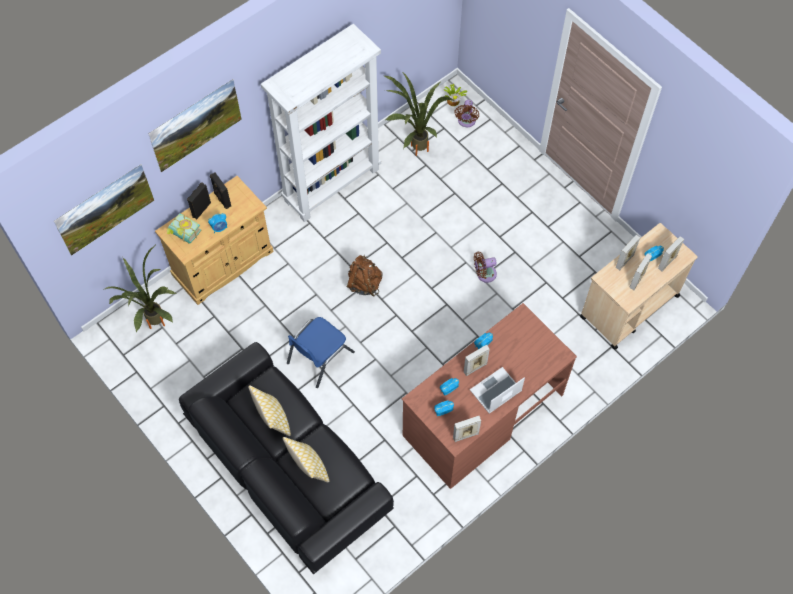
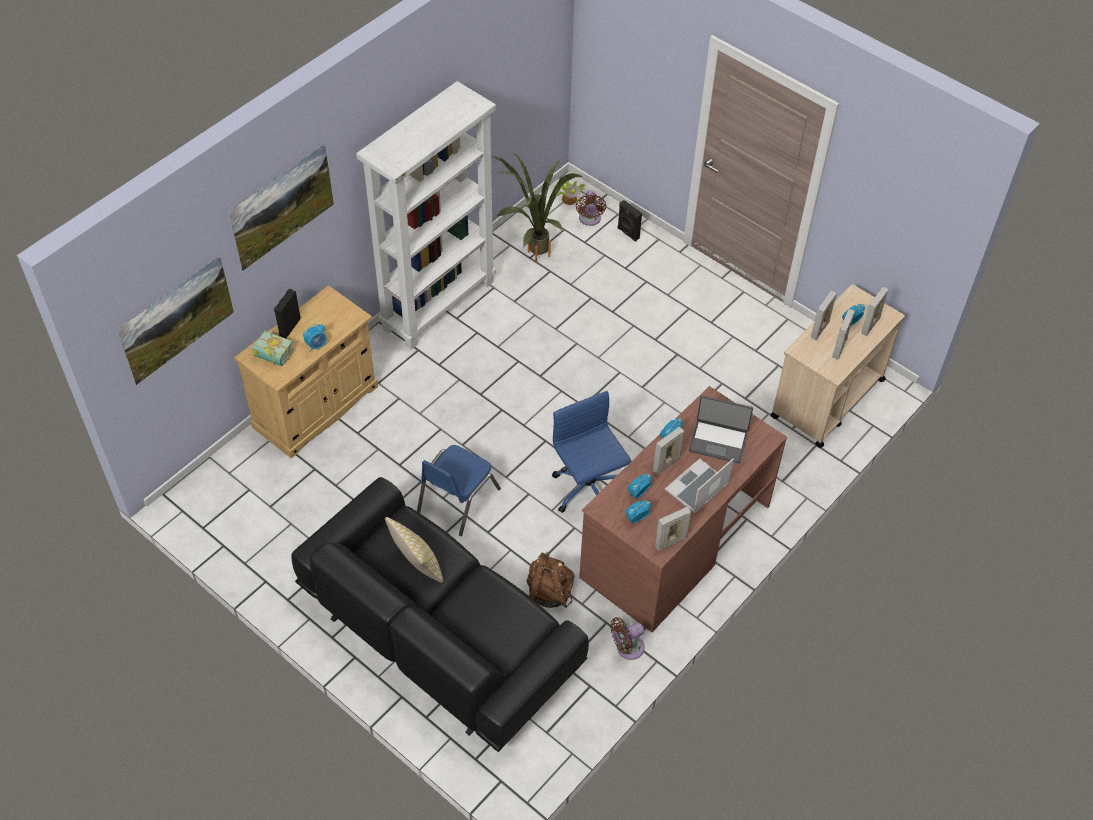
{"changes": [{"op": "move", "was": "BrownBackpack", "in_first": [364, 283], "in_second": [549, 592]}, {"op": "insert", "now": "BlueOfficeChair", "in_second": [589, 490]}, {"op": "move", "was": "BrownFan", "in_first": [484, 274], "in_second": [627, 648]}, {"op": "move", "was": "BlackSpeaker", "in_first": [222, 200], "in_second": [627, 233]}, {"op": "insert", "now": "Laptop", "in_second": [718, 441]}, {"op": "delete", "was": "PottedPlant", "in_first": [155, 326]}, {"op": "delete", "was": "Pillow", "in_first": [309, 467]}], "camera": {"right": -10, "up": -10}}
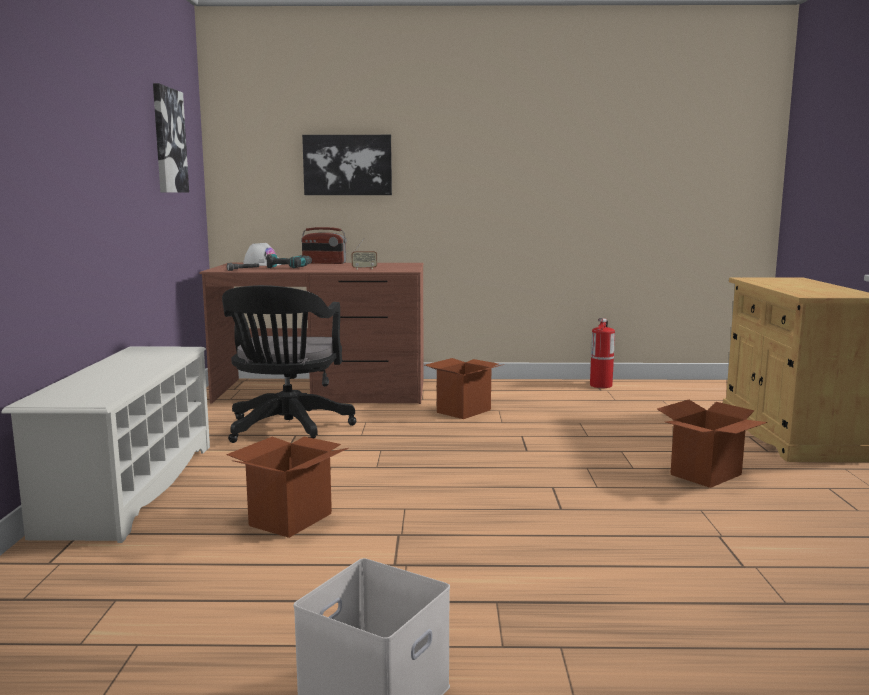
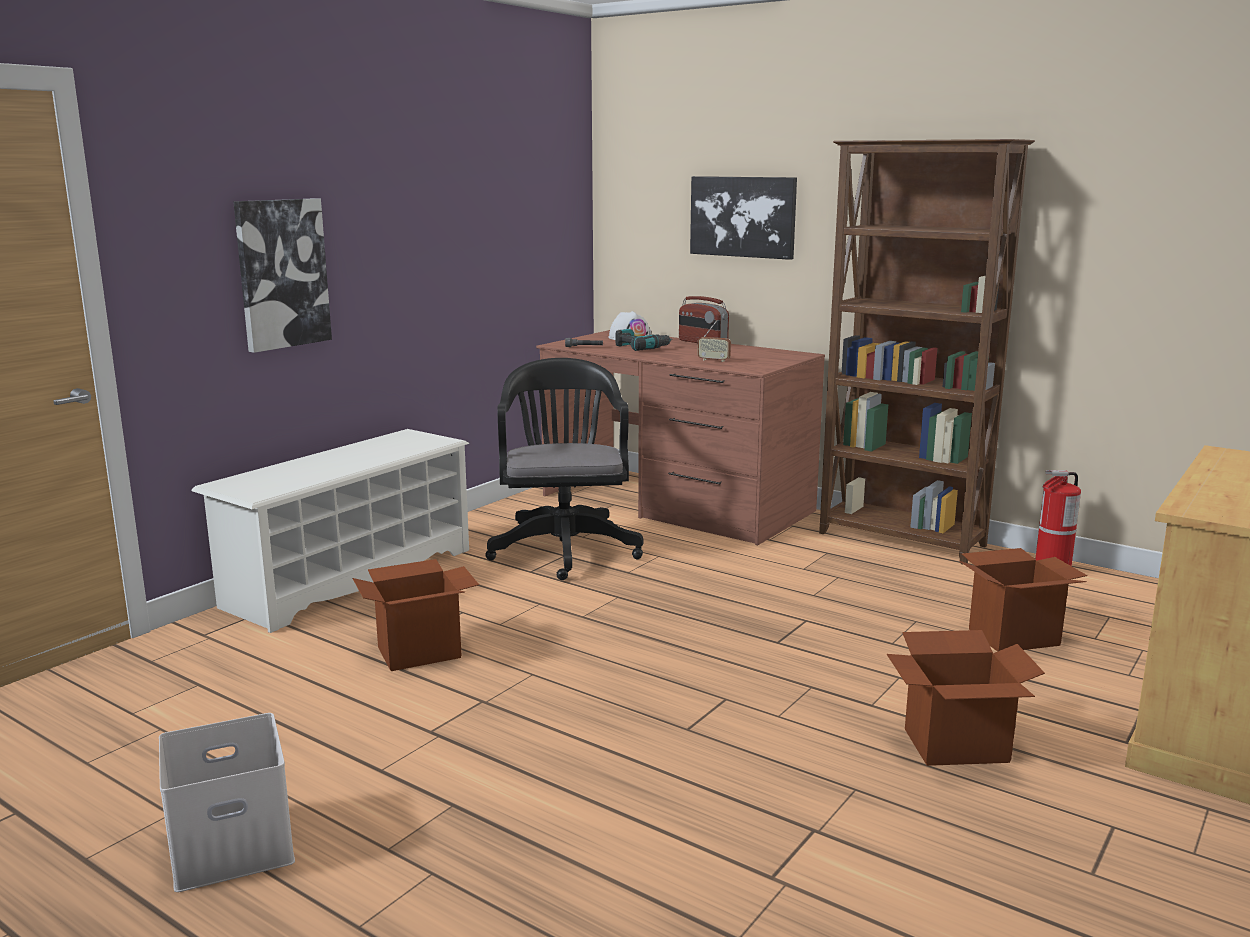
{"changes": [{"op": "move", "was": "Picture", "in_first": [168, 141], "in_second": [282, 273]}, {"op": "rotate", "was": "BlackOfficeChair", "in_first": [287, 430], "in_second": [564, 548], "clockwise": 135}, {"op": "insert", "now": "BrownBookcase", "in_second": [902, 540]}, {"op": "move", "was": "CardboardBox", "in_first": [464, 411], "in_second": [1014, 637]}], "camera": {"right": 35, "up": 5}}
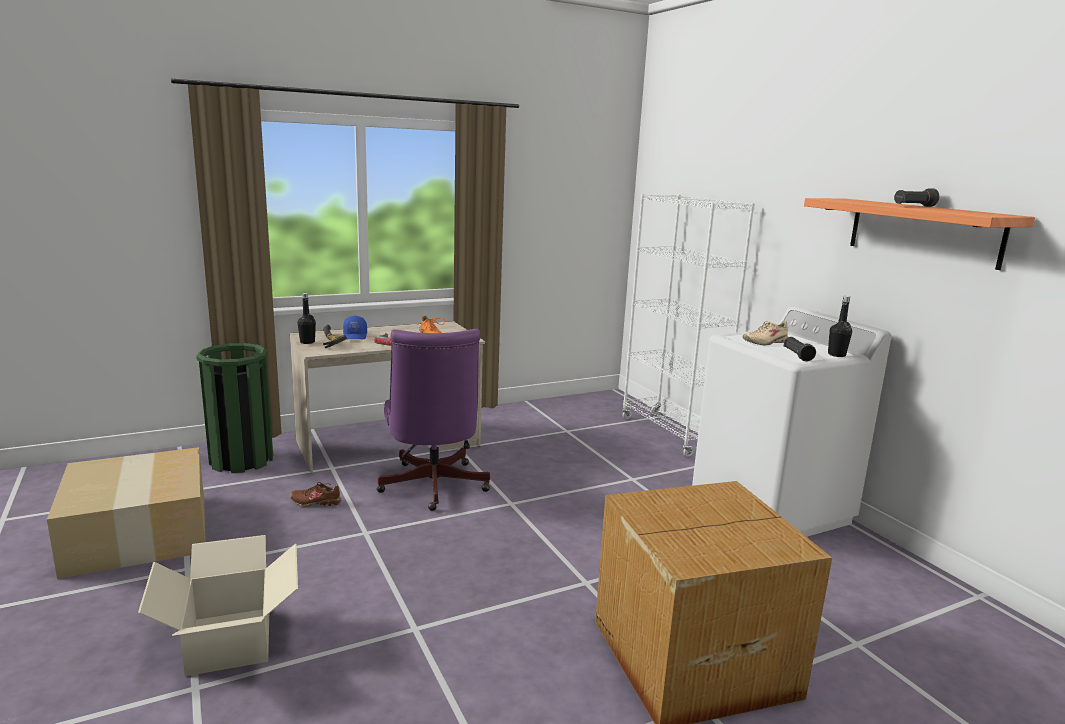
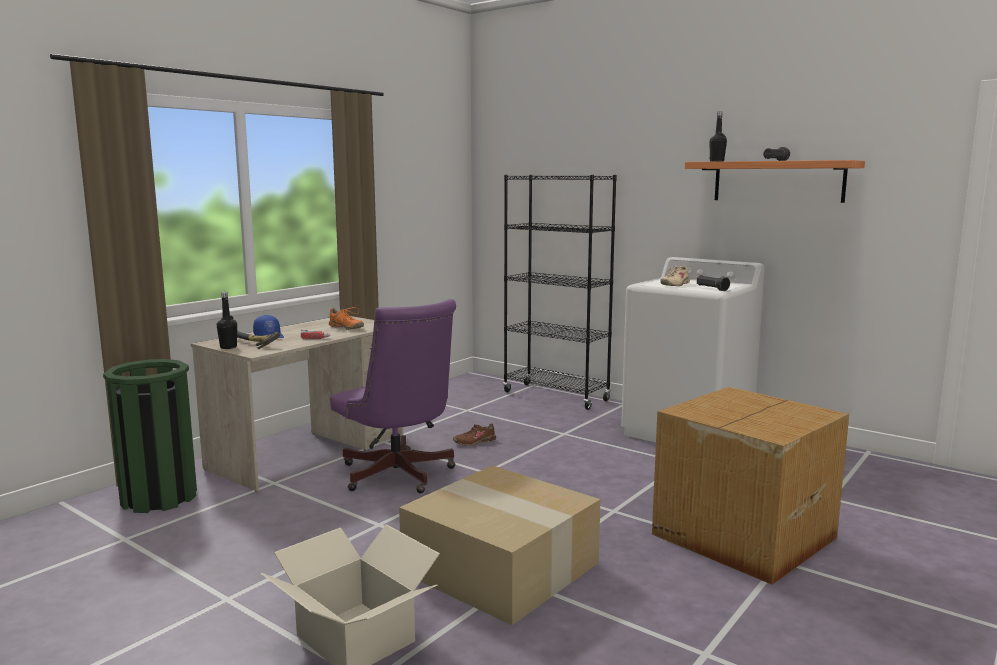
{"changes": [{"op": "move", "was": "CardboardBox", "in_first": [140, 534], "in_second": [504, 567]}, {"op": "move", "was": "BrownShoe", "in_first": [316, 502], "in_second": [474, 442]}, {"op": "recolor", "was": "WhiteBookcase", "now": "BlackBookcase", "in_first": [670, 434], "in_second": [556, 396]}, {"op": "move", "was": "BlackBottle", "in_first": [836, 355], "in_second": [717, 161]}], "camera": {"right": -25, "up": -5}}
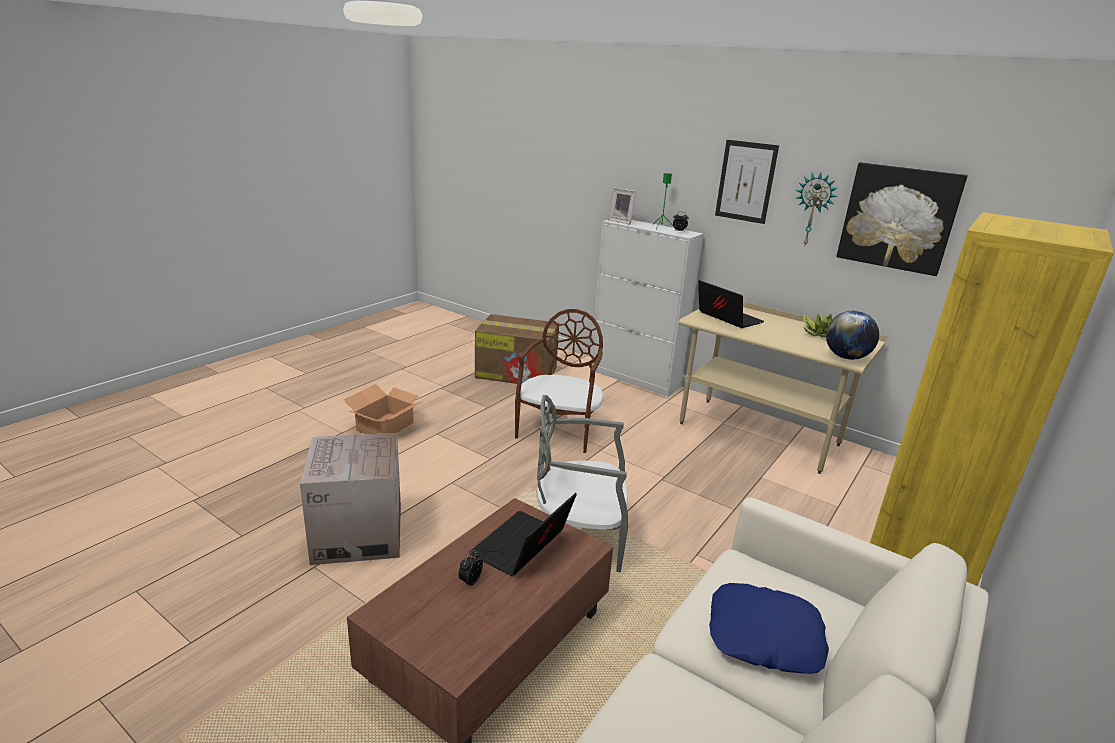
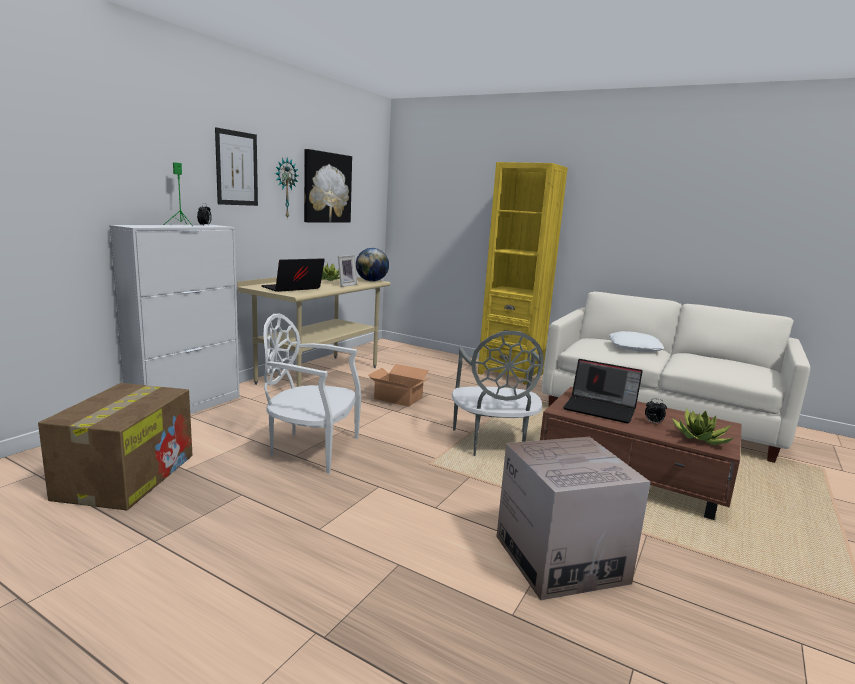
{"changes": [{"op": "recolor", "was": "BrownChair", "now": "WhiteChair", "in_first": [559, 431], "in_second": [311, 449]}, {"op": "move", "was": "PictureFrame", "in_first": [621, 221], "in_second": [345, 285]}, {"op": "move", "was": "CardboardBox", "in_first": [384, 426], "in_second": [398, 398]}, {"op": "recolor", "was": "BluePillow", "now": "WhitePillow", "in_first": [764, 637], "in_second": [634, 348]}, {"op": "insert", "now": "PottedPlant", "in_second": [700, 439]}], "camera": {"right": -95, "up": -10}}
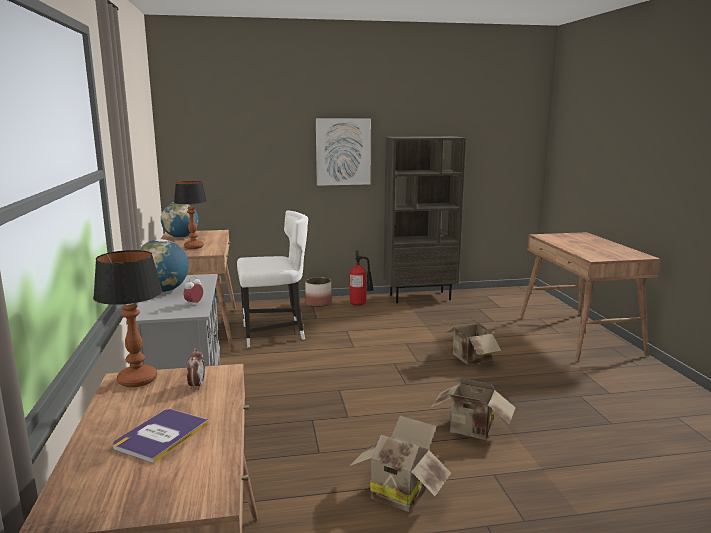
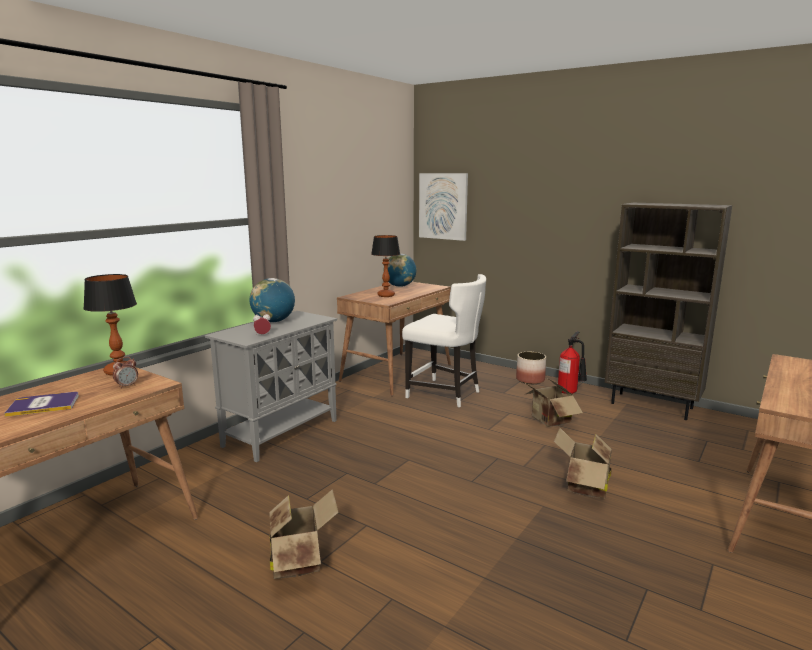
{"changes": [{"op": "move", "was": "Picture", "in_first": [343, 152], "in_second": [443, 206]}, {"op": "move", "was": "CardboardBox", "in_first": [471, 431], "in_second": [549, 421]}], "camera": {"right": 45, "up": 0}}
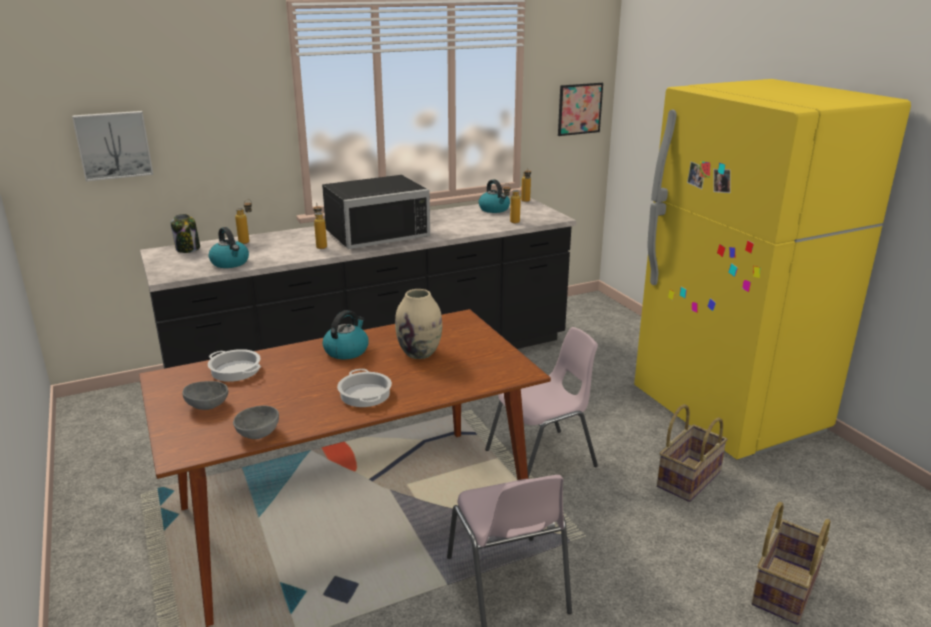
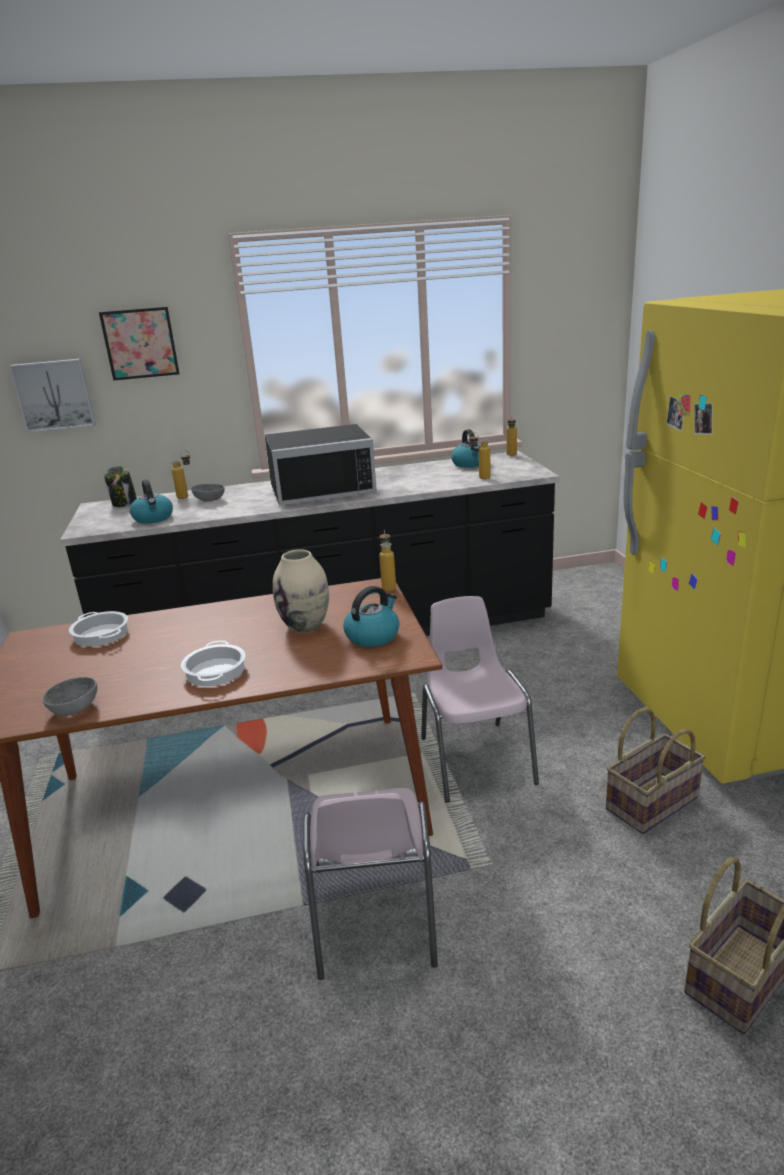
{"changes": [{"op": "move", "was": "Picture", "in_first": [579, 109], "in_second": [140, 343]}, {"op": "move", "was": "GreyBowl", "in_first": [207, 405], "in_second": [210, 500]}, {"op": "move", "was": "Kettle", "in_first": [346, 350], "in_second": [373, 635]}, {"op": "move", "was": "Bottle", "in_first": [321, 246], "in_second": [388, 586]}, {"op": "rotate", "was": "PinkChair", "in_first": [543, 459], "in_second": [475, 759], "clockwise": -90}], "camera": {"right": 15, "up": 0}}
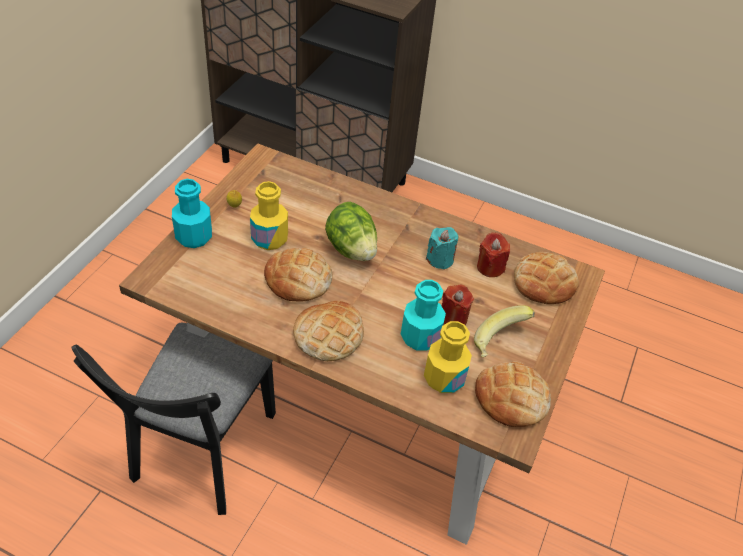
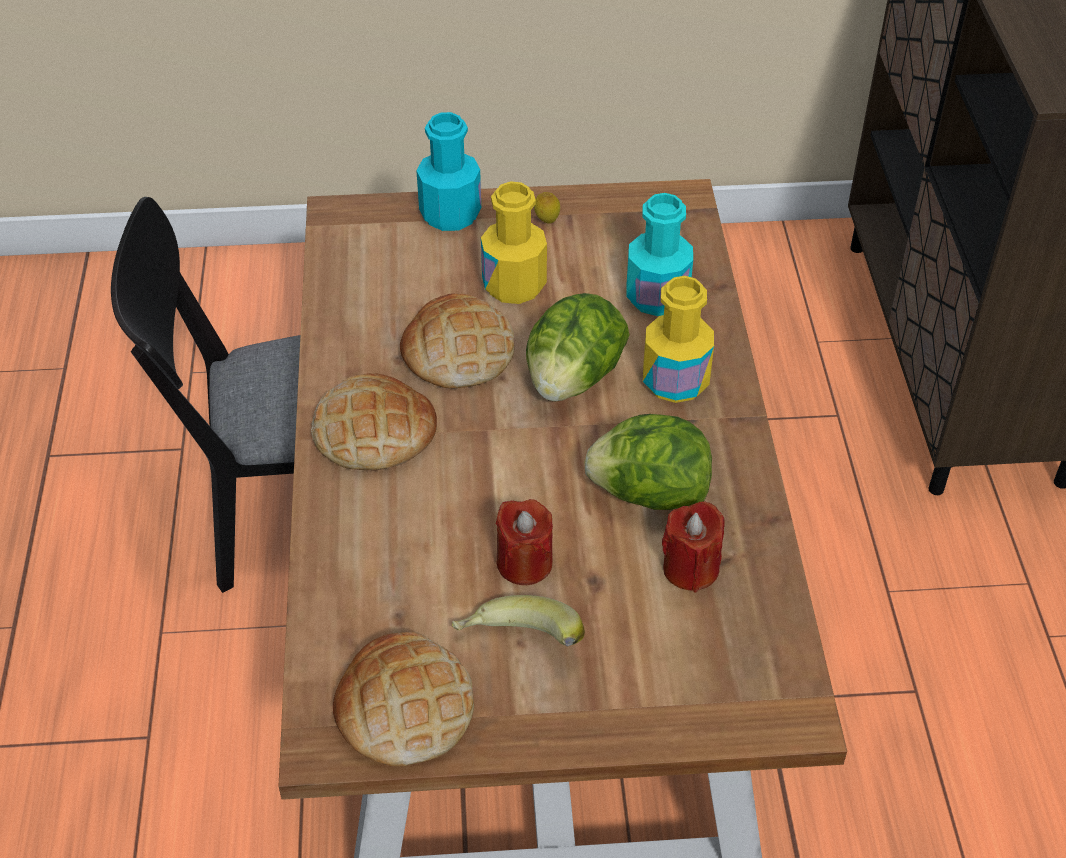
{"changes": [{"op": "replace", "was": "TurquoiseCandle", "now": "Lettuce", "in_first": [440, 259], "in_second": [649, 494]}, {"op": "move", "was": "TurquoiseBottle", "in_first": [420, 337], "in_second": [657, 297]}, {"op": "move", "was": "YellowBottle", "in_first": [444, 378], "in_second": [675, 381]}, {"op": "delete", "was": "Bread", "in_first": [544, 282]}], "camera": {"right": 65, "up": 0}}
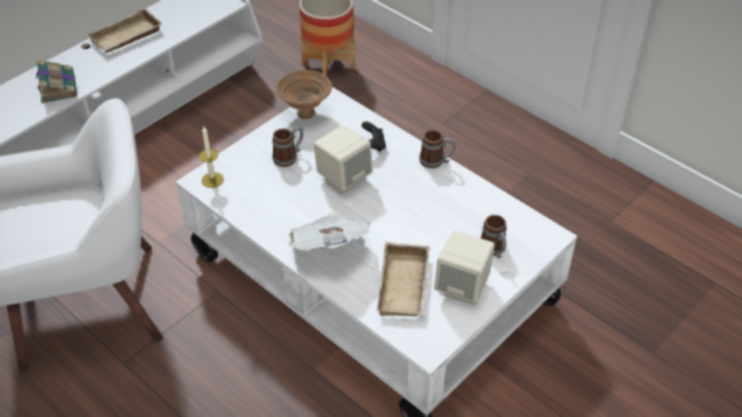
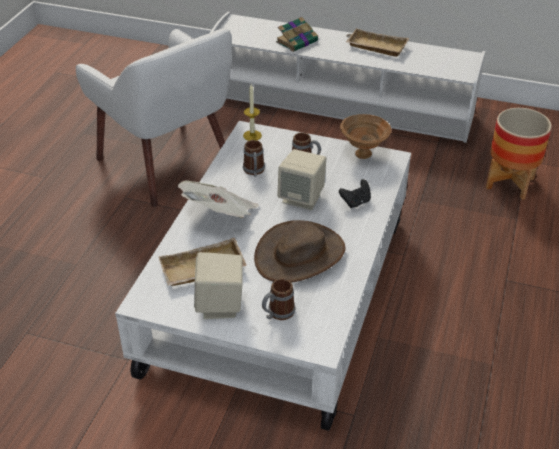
{"changes": [{"op": "move", "was": "Mug", "in_first": [436, 161], "in_second": [254, 171]}, {"op": "insert", "now": "BrownHat", "in_second": [299, 254]}], "camera": {"right": 65, "up": -5}}
